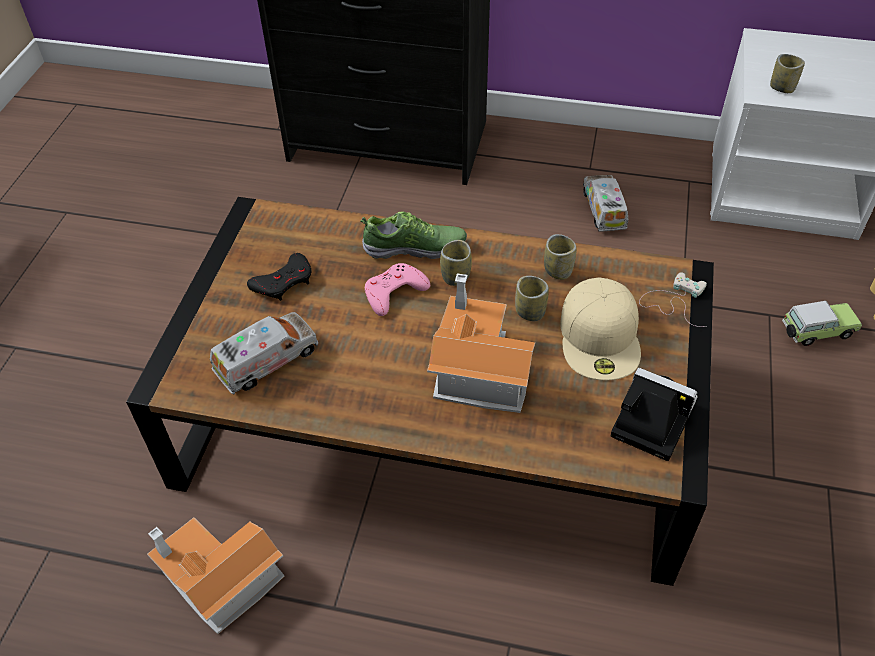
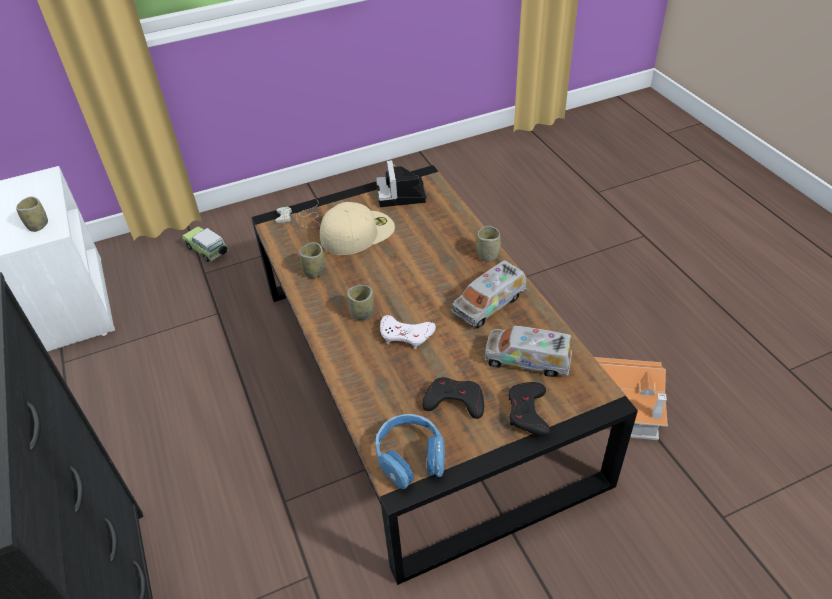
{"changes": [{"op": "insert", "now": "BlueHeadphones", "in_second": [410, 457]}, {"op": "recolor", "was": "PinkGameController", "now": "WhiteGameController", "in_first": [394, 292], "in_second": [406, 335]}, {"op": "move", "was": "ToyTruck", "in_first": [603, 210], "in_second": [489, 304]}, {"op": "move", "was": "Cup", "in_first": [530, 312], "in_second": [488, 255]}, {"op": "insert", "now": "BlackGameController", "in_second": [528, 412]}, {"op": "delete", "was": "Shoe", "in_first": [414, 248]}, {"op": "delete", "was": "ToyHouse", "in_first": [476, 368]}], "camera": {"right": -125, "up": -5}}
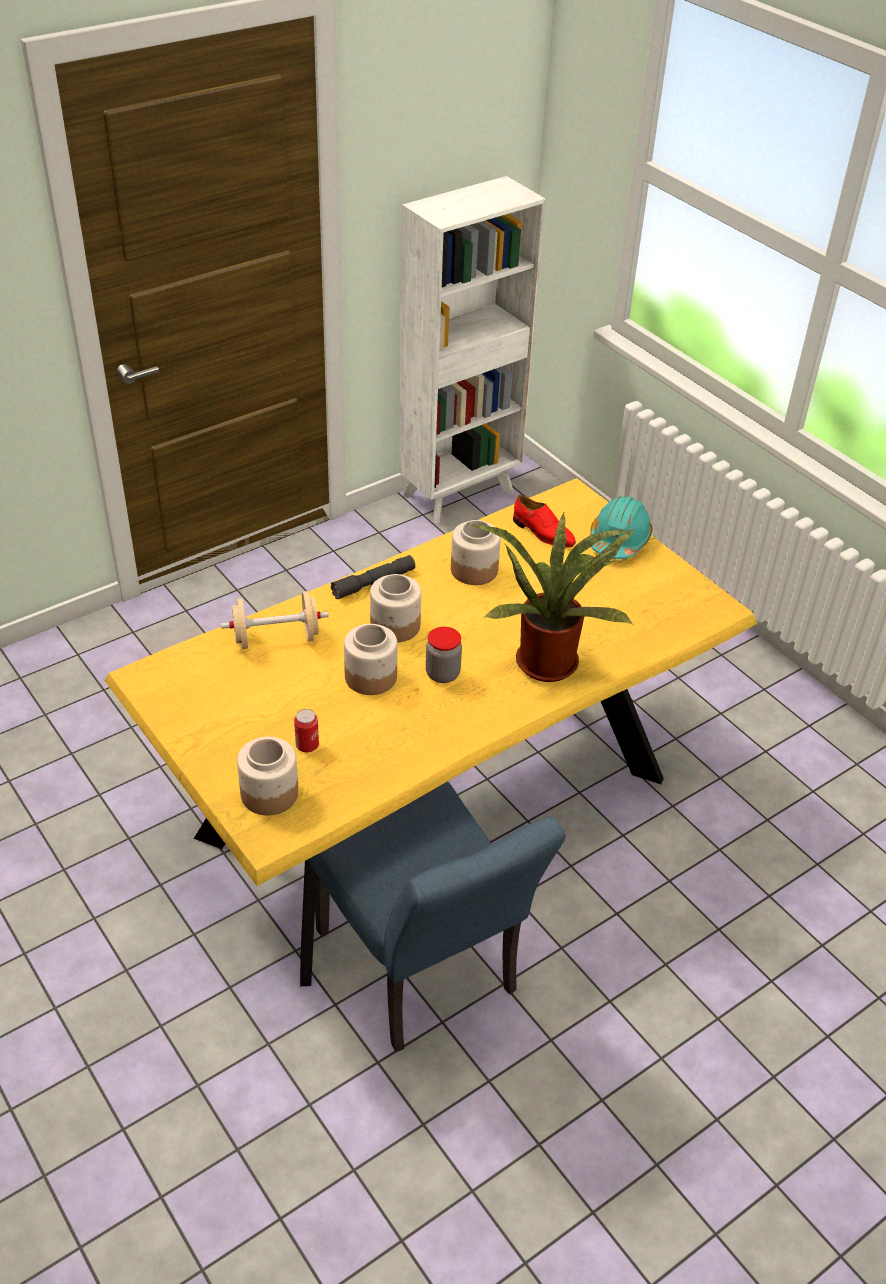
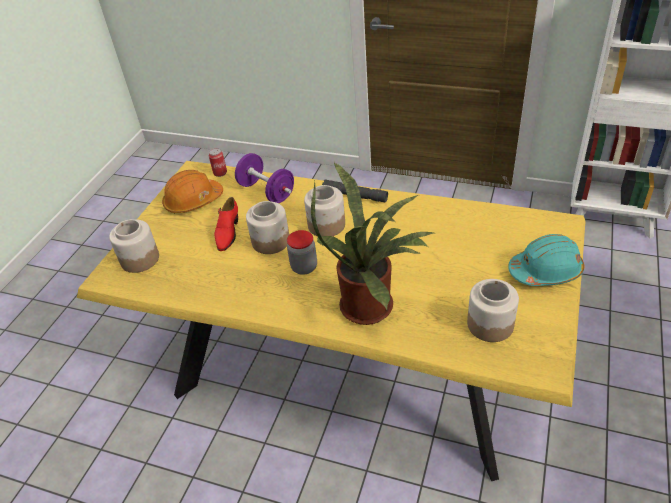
{"changes": [{"op": "insert", "now": "OrangeHardHat", "in_second": [193, 201]}, {"op": "move", "was": "Can", "in_first": [307, 745], "in_second": [220, 173]}, {"op": "move", "was": "RedShoe", "in_first": [543, 533], "in_second": [227, 232]}, {"op": "recolor", "was": "BeigeDumbbell", "now": "PurpleDumbbell", "in_first": [276, 638], "in_second": [266, 192]}, {"op": "move", "was": "Jar", "in_first": [473, 570], "in_second": [490, 324]}, {"op": "delete", "was": "BlueChair", "in_first": [423, 972]}], "camera": {"right": 60, "up": 0}}
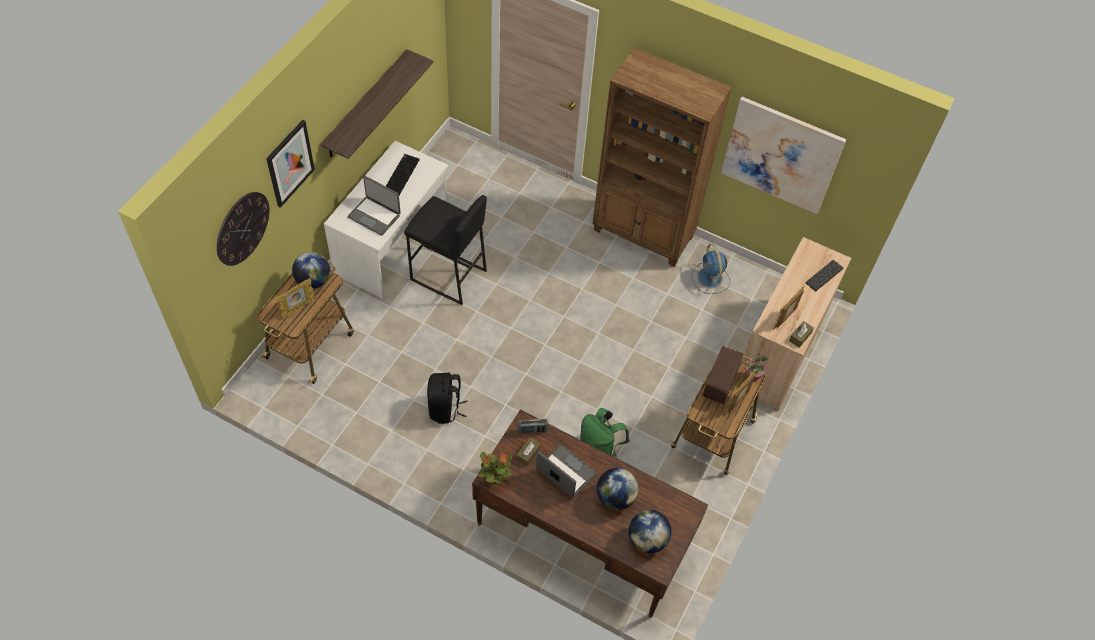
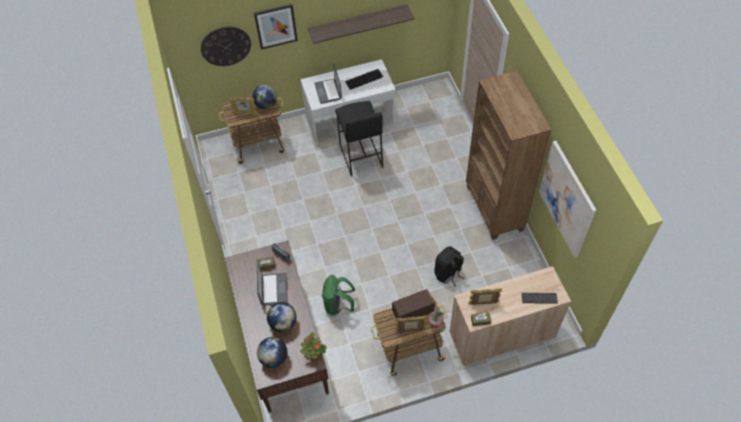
{"changes": [{"op": "move", "was": "PottedPlant", "in_first": [494, 477], "in_second": [314, 353]}, {"op": "move", "was": "BlackBackpack", "in_first": [445, 409], "in_second": [448, 273]}, {"op": "delete", "was": "BlueFan", "in_first": [710, 279]}], "camera": {"right": 50, "up": 0}}
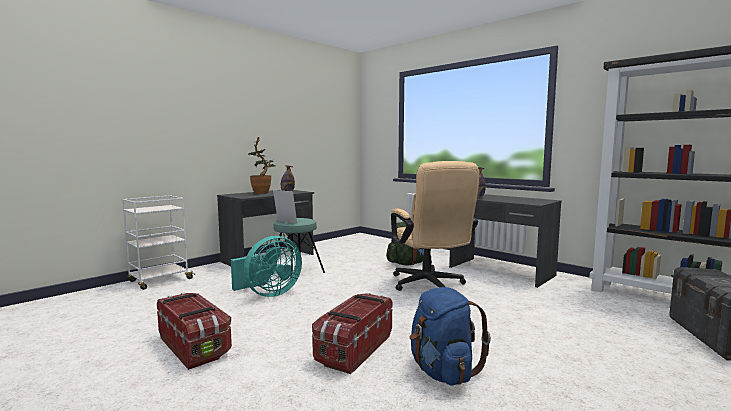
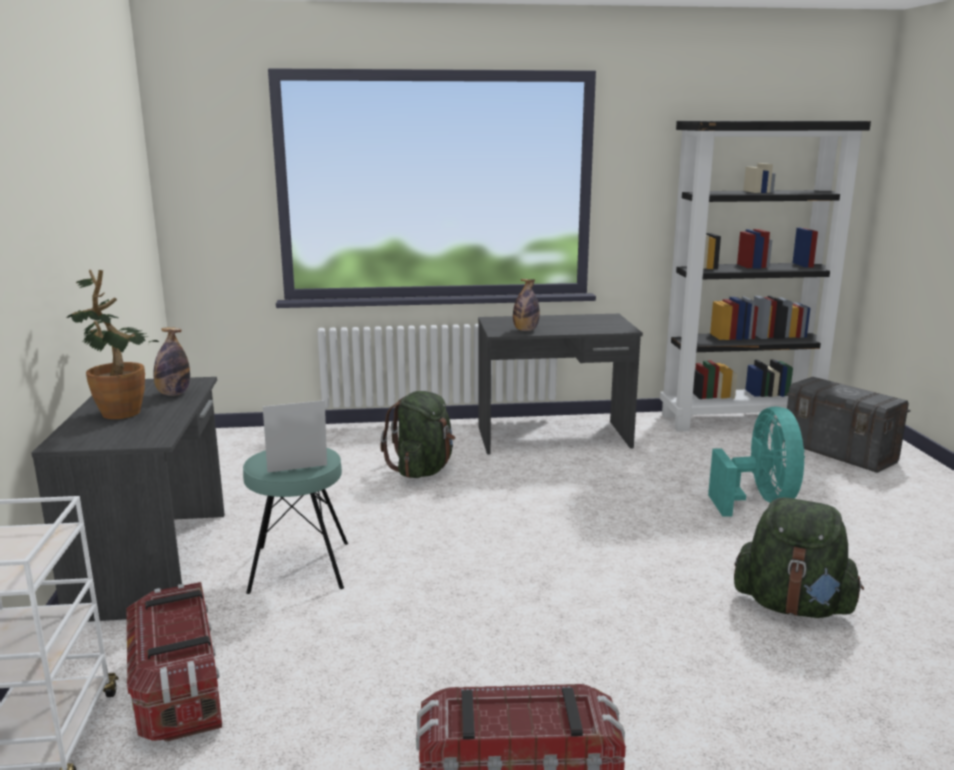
{"changes": [{"op": "move", "was": "StorageBox", "in_first": [354, 349], "in_second": [178, 690]}, {"op": "move", "was": "TurquoiseFan", "in_first": [268, 294], "in_second": [759, 501]}, {"op": "recolor", "was": "BlueBackpack", "now": "GreenBackpack", "in_first": [442, 372], "in_second": [792, 606]}, {"op": "delete", "was": "BeigeOfficeChair", "in_first": [430, 286]}], "camera": {"right": -50, "up": 10}}
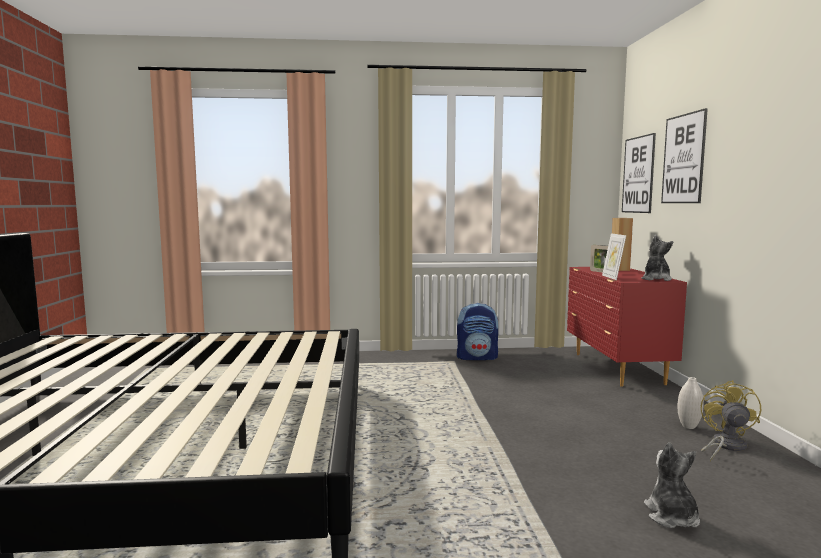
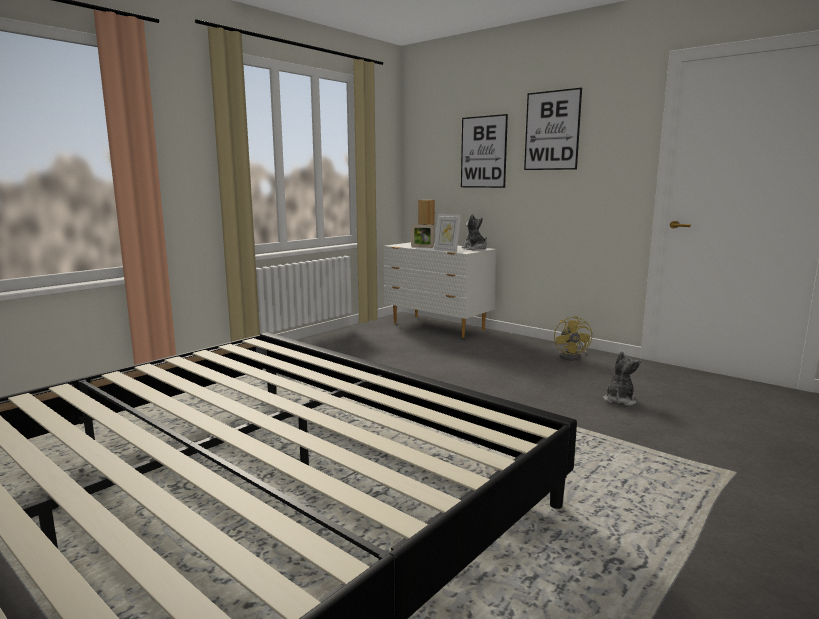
{"changes": [{"op": "recolor", "was": "RedDresser", "now": "WhiteDresser", "in_first": [616, 369], "in_second": [438, 327]}, {"op": "move", "was": "Picture", "in_first": [638, 175], "in_second": [552, 130]}, {"op": "rotate", "was": "YellowFan", "in_first": [725, 446], "in_second": [572, 357], "clockwise": -150}, {"op": "rotate", "was": "PlushToy", "in_first": [671, 517], "in_second": [619, 400], "clockwise": 75}, {"op": "delete", "was": "Backpack", "in_first": [477, 357]}, {"op": "delete", "was": "WhiteVase", "in_first": [688, 426]}], "camera": {"right": -45, "up": 5}}
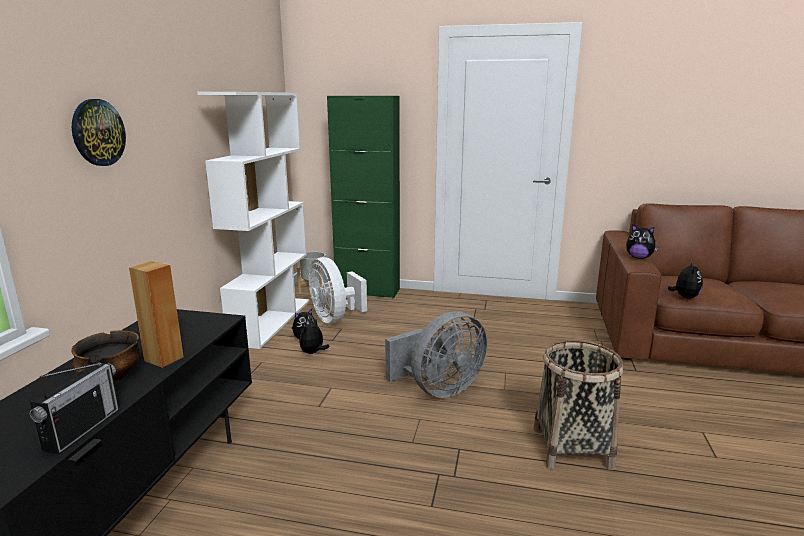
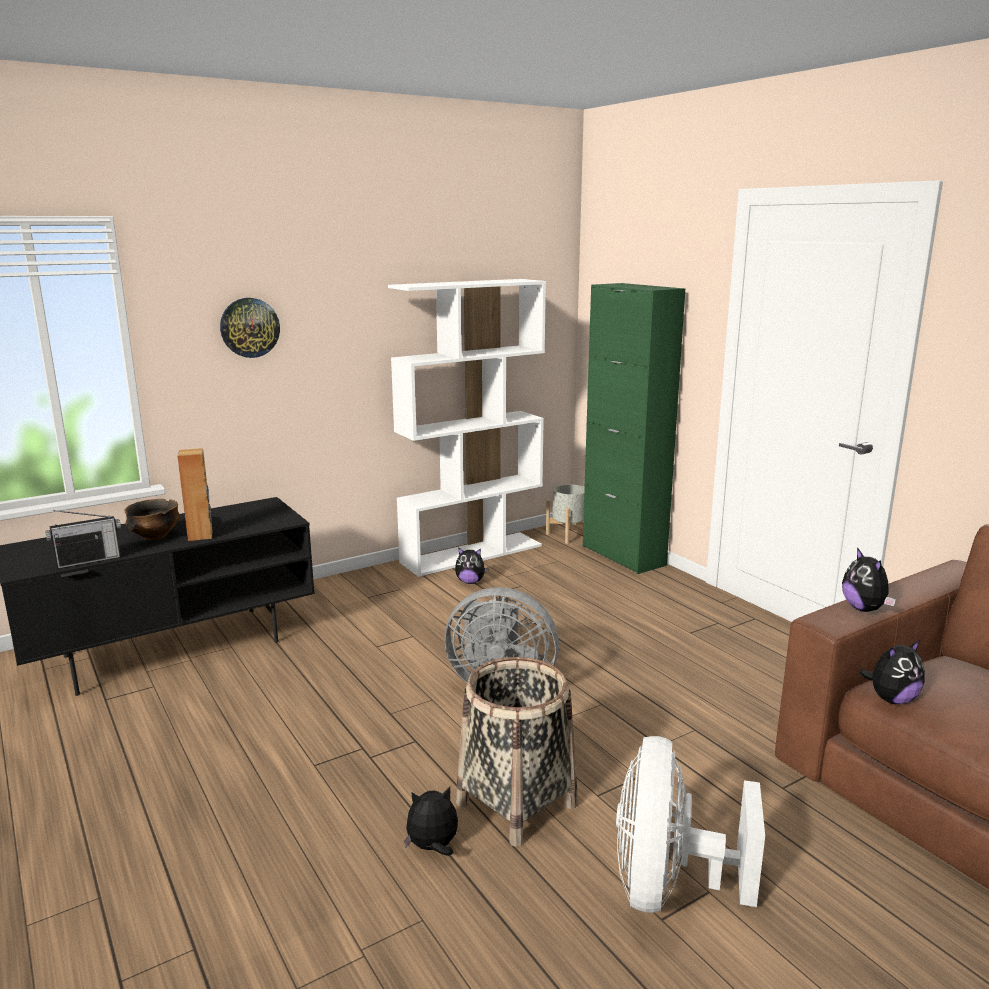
{"changes": [{"op": "move", "was": "PlushToy", "in_first": [313, 353], "in_second": [433, 847]}, {"op": "move", "was": "WhiteFan", "in_first": [335, 318], "in_second": [669, 886]}], "camera": {"right": 45, "up": 0}}
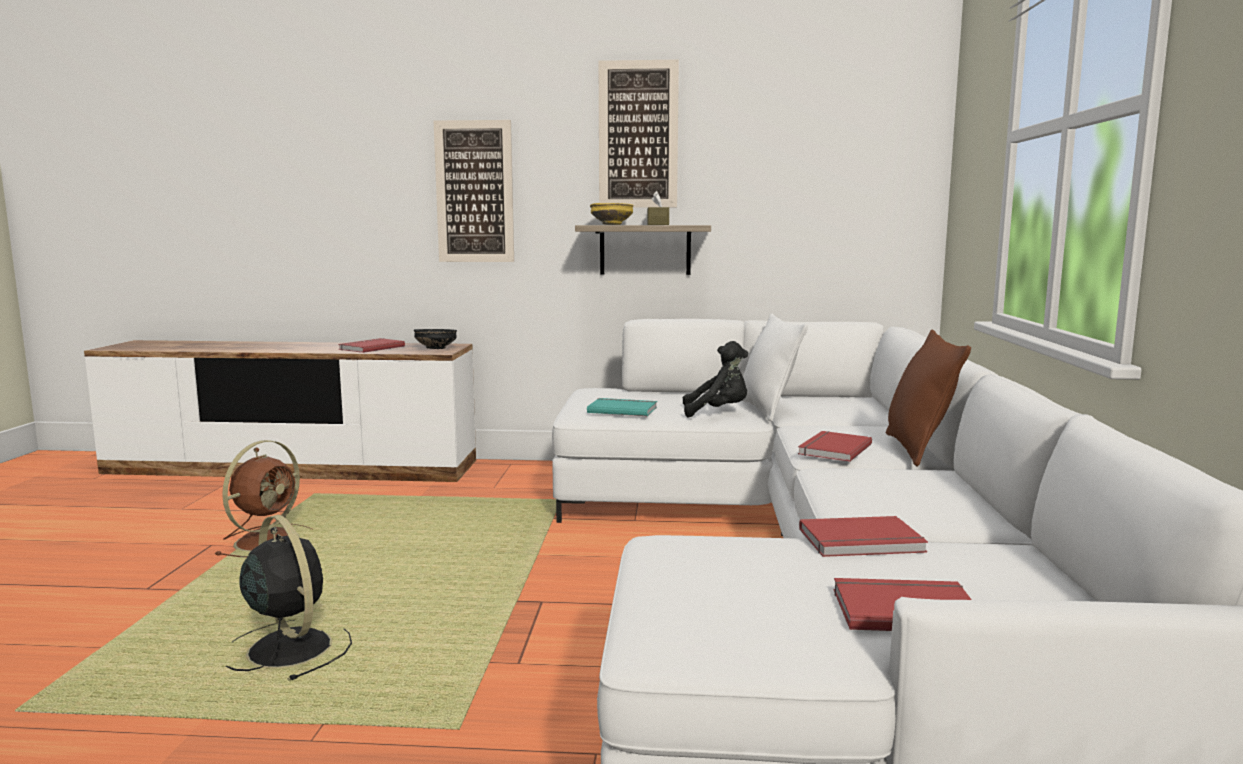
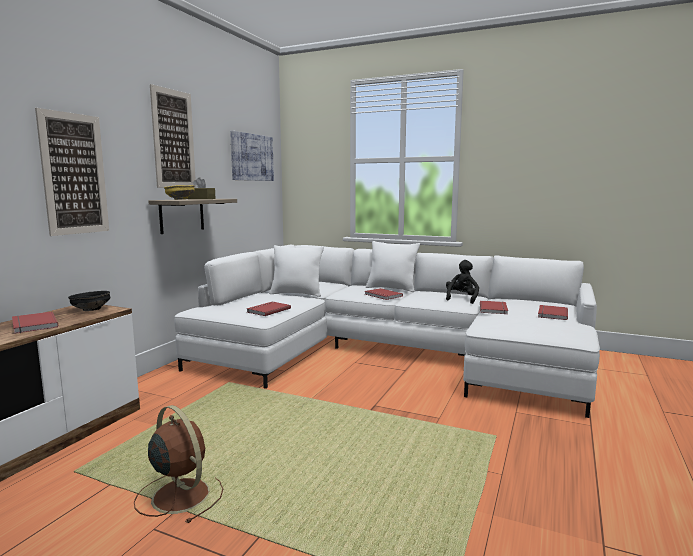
{"changes": [{"op": "insert", "now": "Picture", "in_second": [252, 157]}, {"op": "recolor", "was": "TurquoiseBook", "now": "RedBook", "in_first": [622, 409], "in_second": [267, 310]}, {"op": "recolor", "was": "BrownPillow", "now": "WhitePillow", "in_first": [918, 449], "in_second": [391, 288]}, {"op": "move", "was": "BlackPlushToy", "in_first": [718, 412], "in_second": [461, 299]}, {"op": "delete", "was": "BlackFan", "in_first": [288, 647]}], "camera": {"right": -70, "up": 0}}
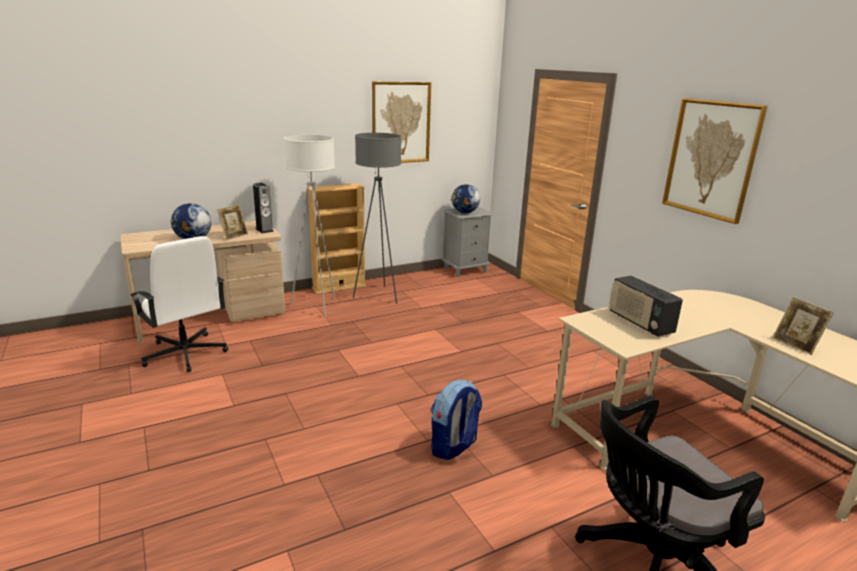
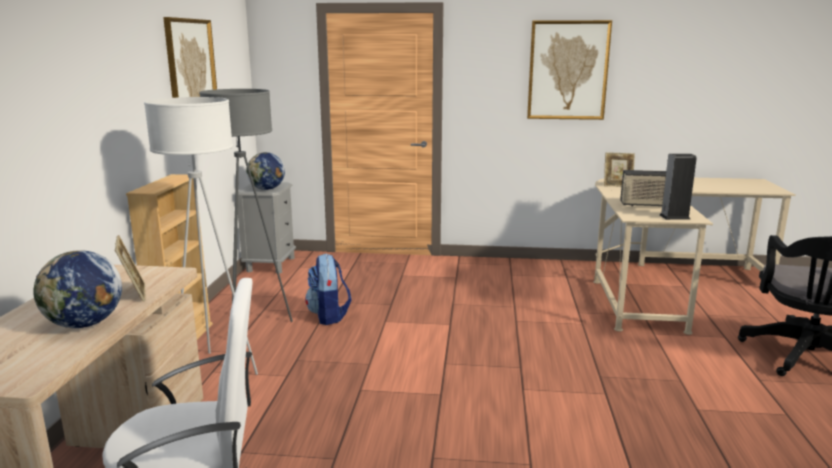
{"changes": [{"op": "move", "was": "Backpack", "in_first": [454, 447], "in_second": [329, 316]}, {"op": "move", "was": "PictureFrame", "in_first": [795, 345], "in_second": [617, 185]}, {"op": "move", "was": "Speaker", "in_first": [264, 230], "in_second": [674, 217]}], "camera": {"right": -55, "up": -5}}
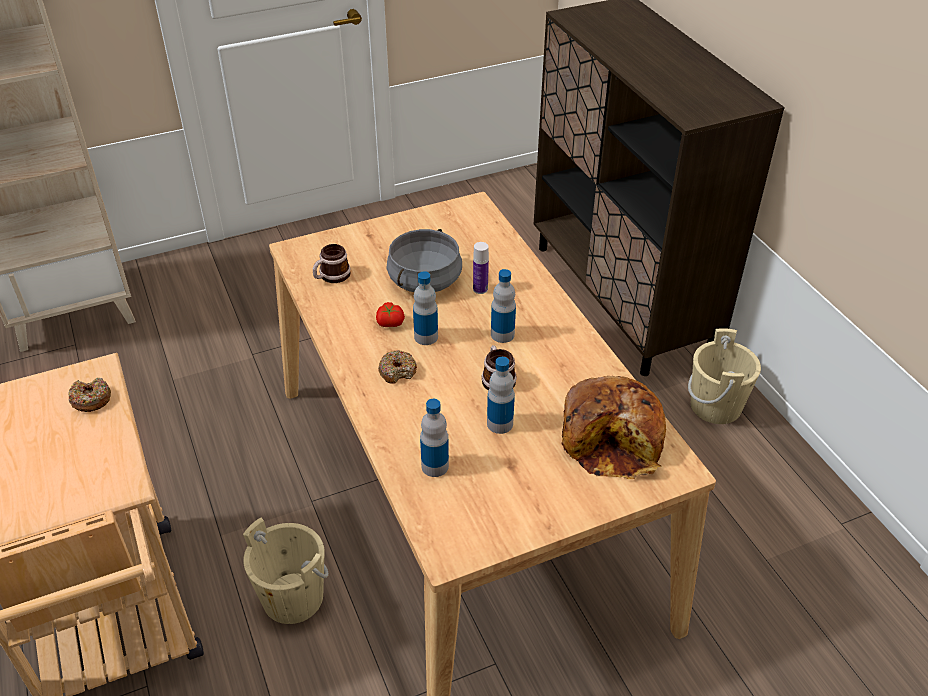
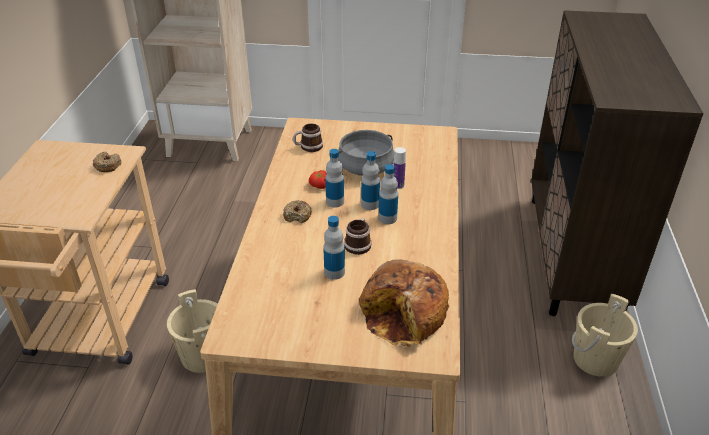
{"changes": [{"op": "move", "was": "Bottle", "in_first": [435, 466], "in_second": [370, 204]}], "camera": {"right": 30, "up": -5}}
